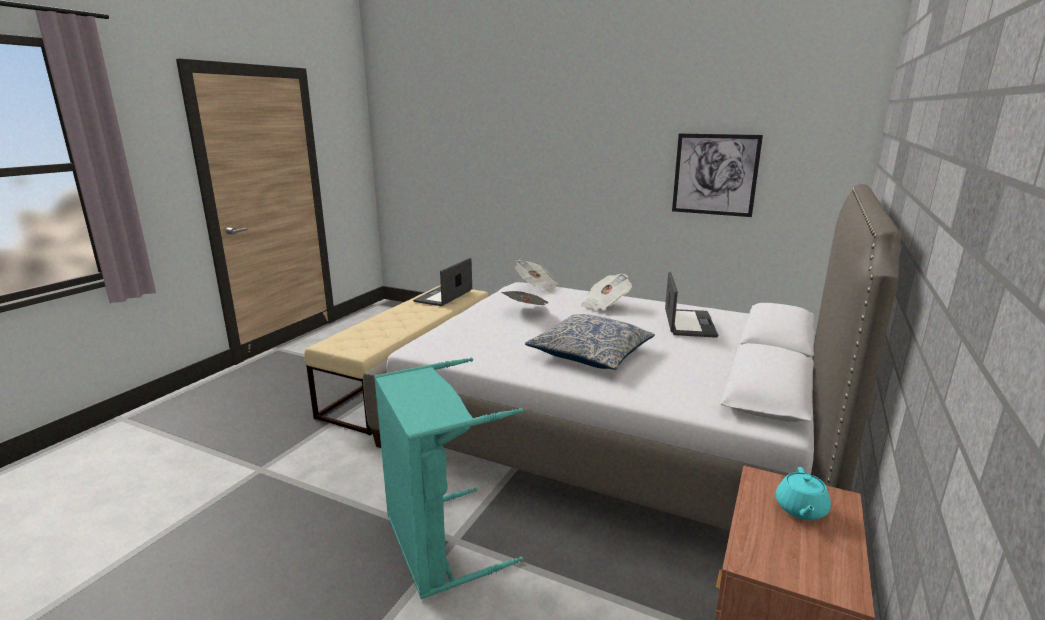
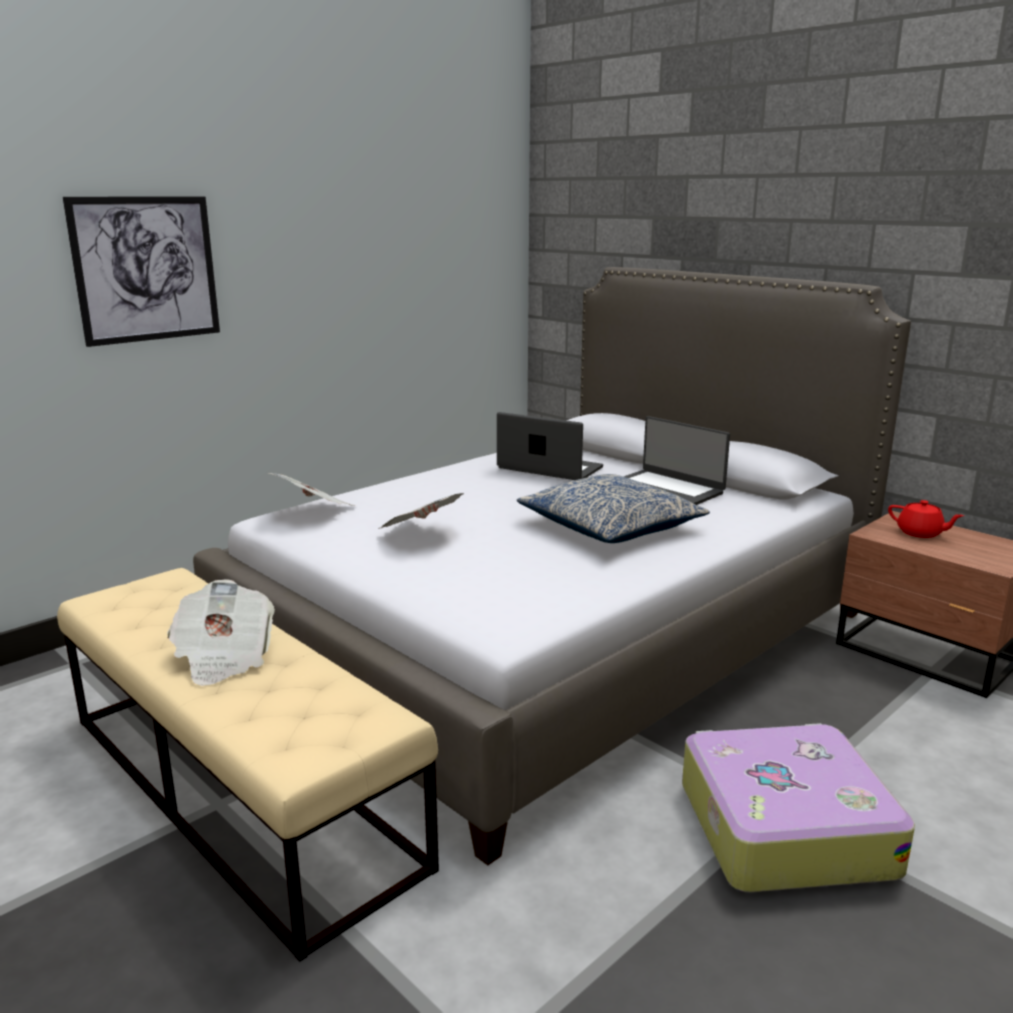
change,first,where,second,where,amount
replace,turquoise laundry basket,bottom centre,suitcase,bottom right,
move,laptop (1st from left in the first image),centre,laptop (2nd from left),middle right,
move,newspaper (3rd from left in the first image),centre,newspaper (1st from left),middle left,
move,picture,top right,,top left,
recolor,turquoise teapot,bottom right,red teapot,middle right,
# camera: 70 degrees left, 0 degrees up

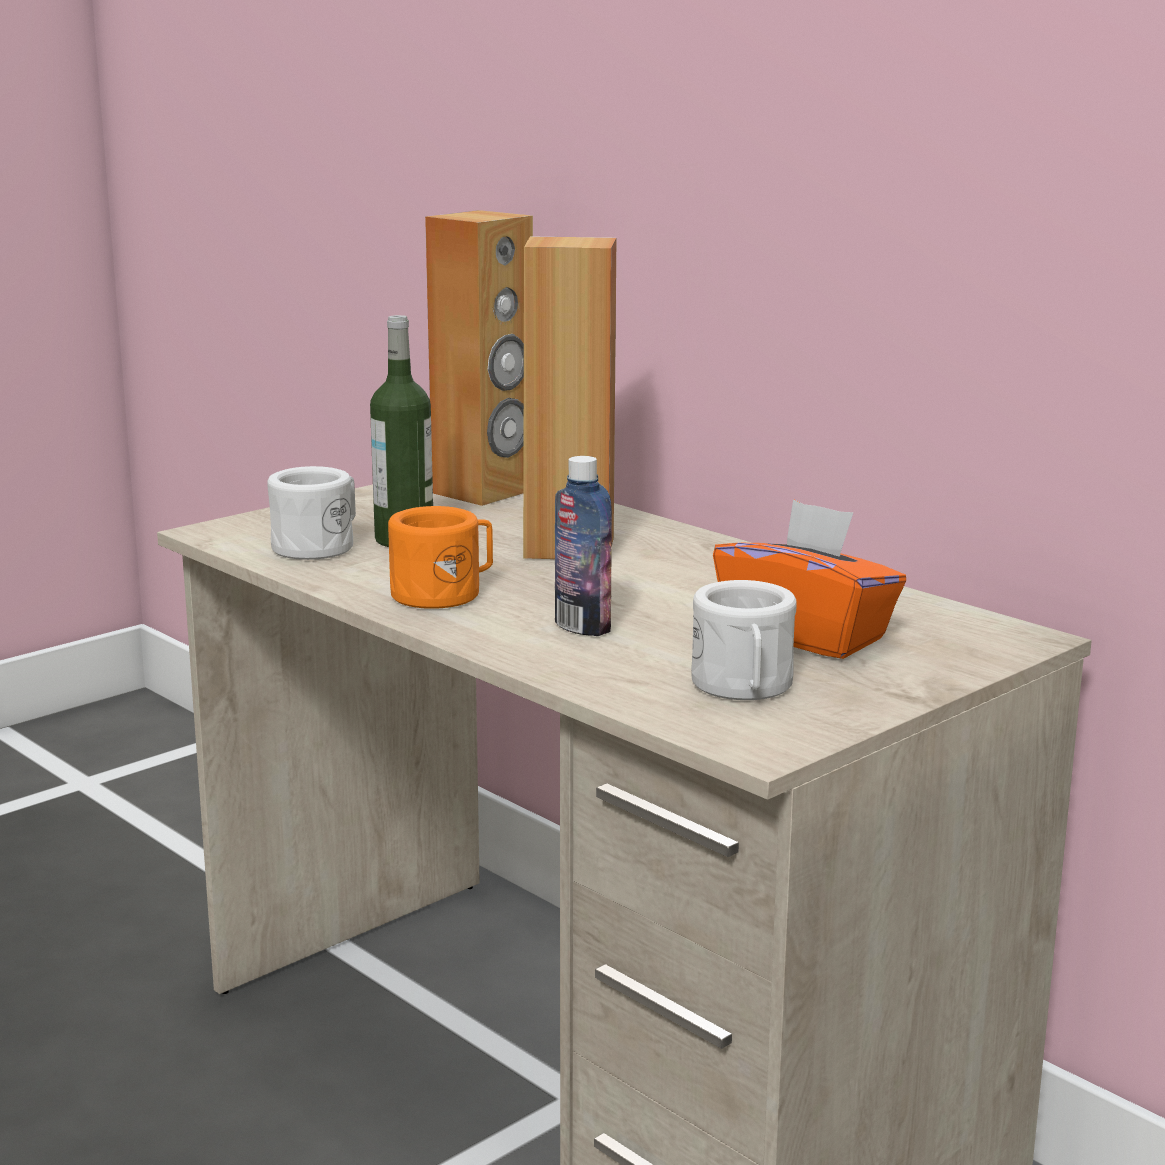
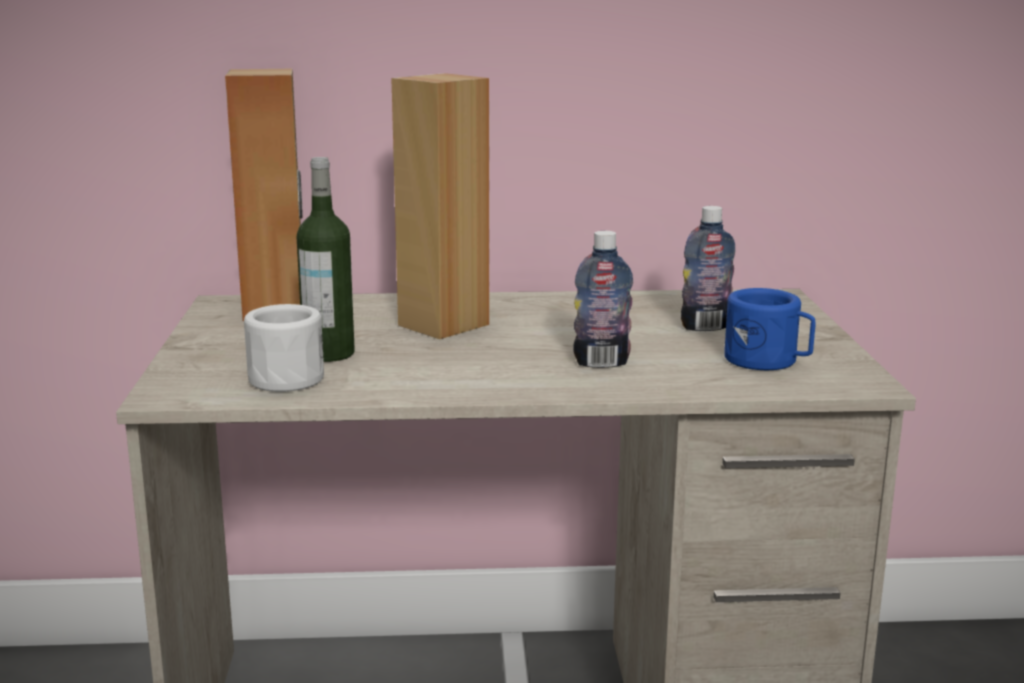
change,first,where,second,where,amount
delete,orange mug,centre,,,
recolor,white mug (2nd from left),centre,blue mug,middle right,
replace,orange tissue box,middle right,bottle (3rd from left),middle right,
# camera: 50 degrees left, 0 degrees up

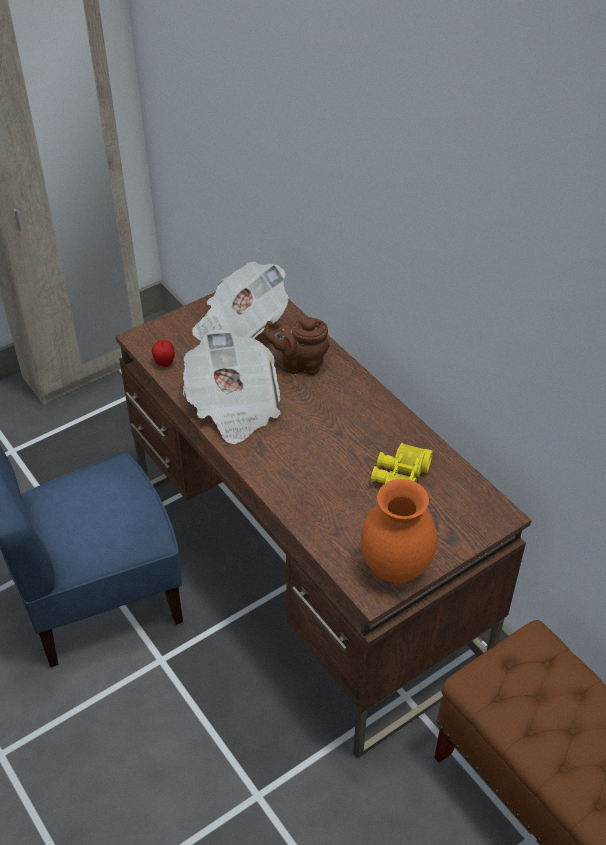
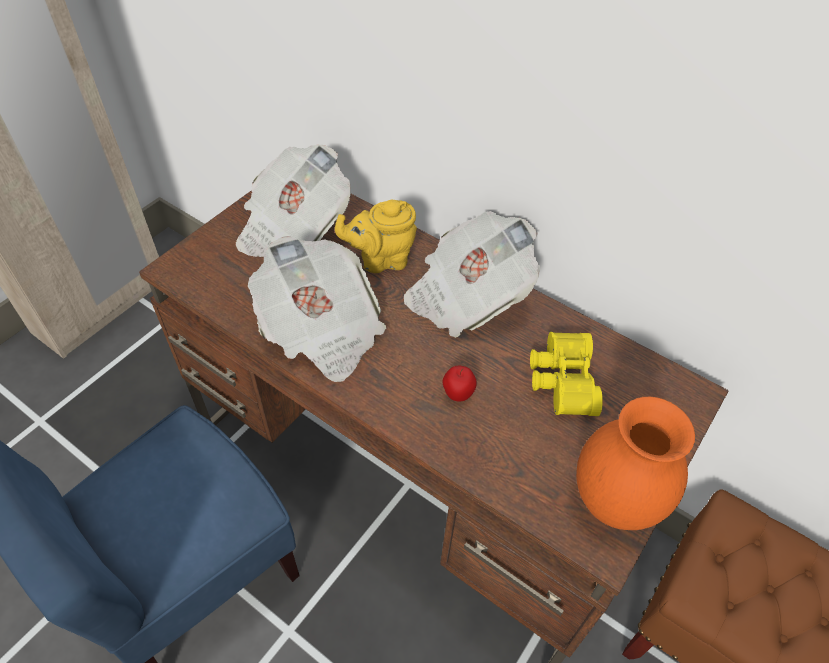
change,first,where,second,where,amount
move,apple,middle left,,centre,
recolor,brown teapot,centre,yellow teapot,centre,
insert,,,newspaper (3rd from left),centre,
# camera: 20 degrees left, 5 degrees up

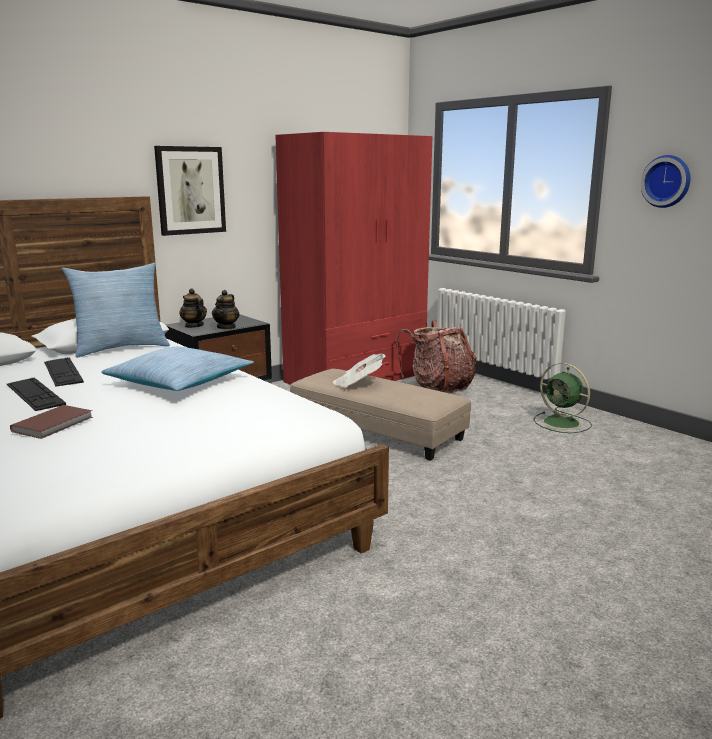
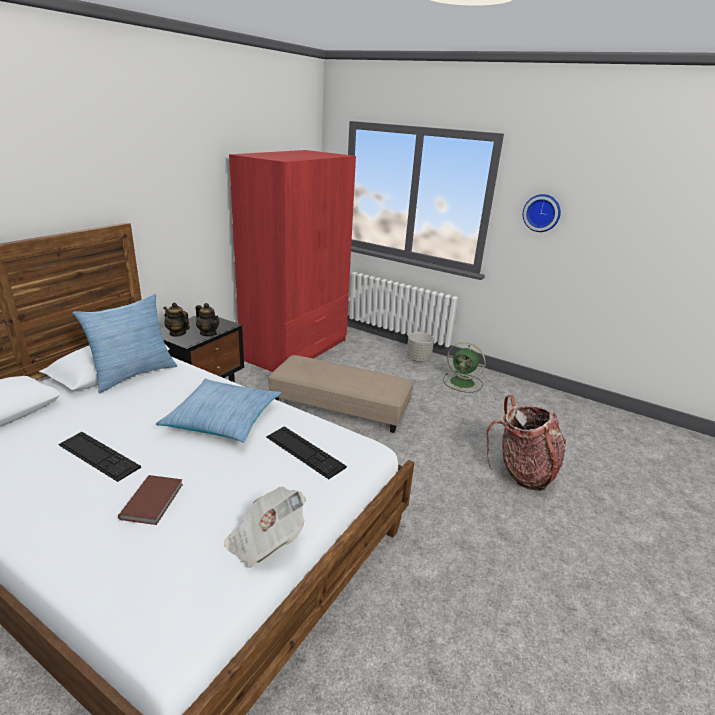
change,first,where,second,where,amount
move,keyboard (2nd from left),middle left,,centre,
delete,picture,top left,,,
rotate,teapot (2nd from left),middle left,,middle left,45 degrees counterclockwise
move,newspaper,centre,,bottom centre,
move,backpack,centre,,middle right,
insert,,,grey planter,centre,
# camera: 20 degrees left, 10 degrees up

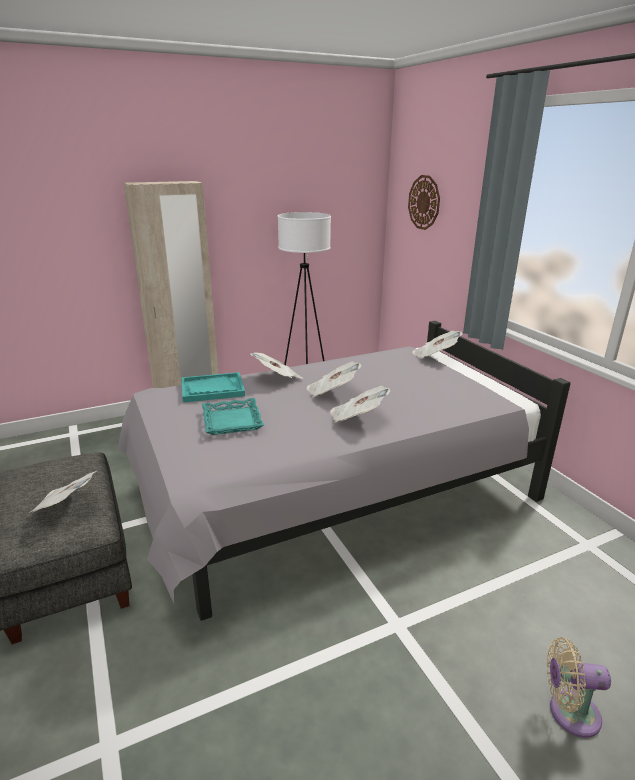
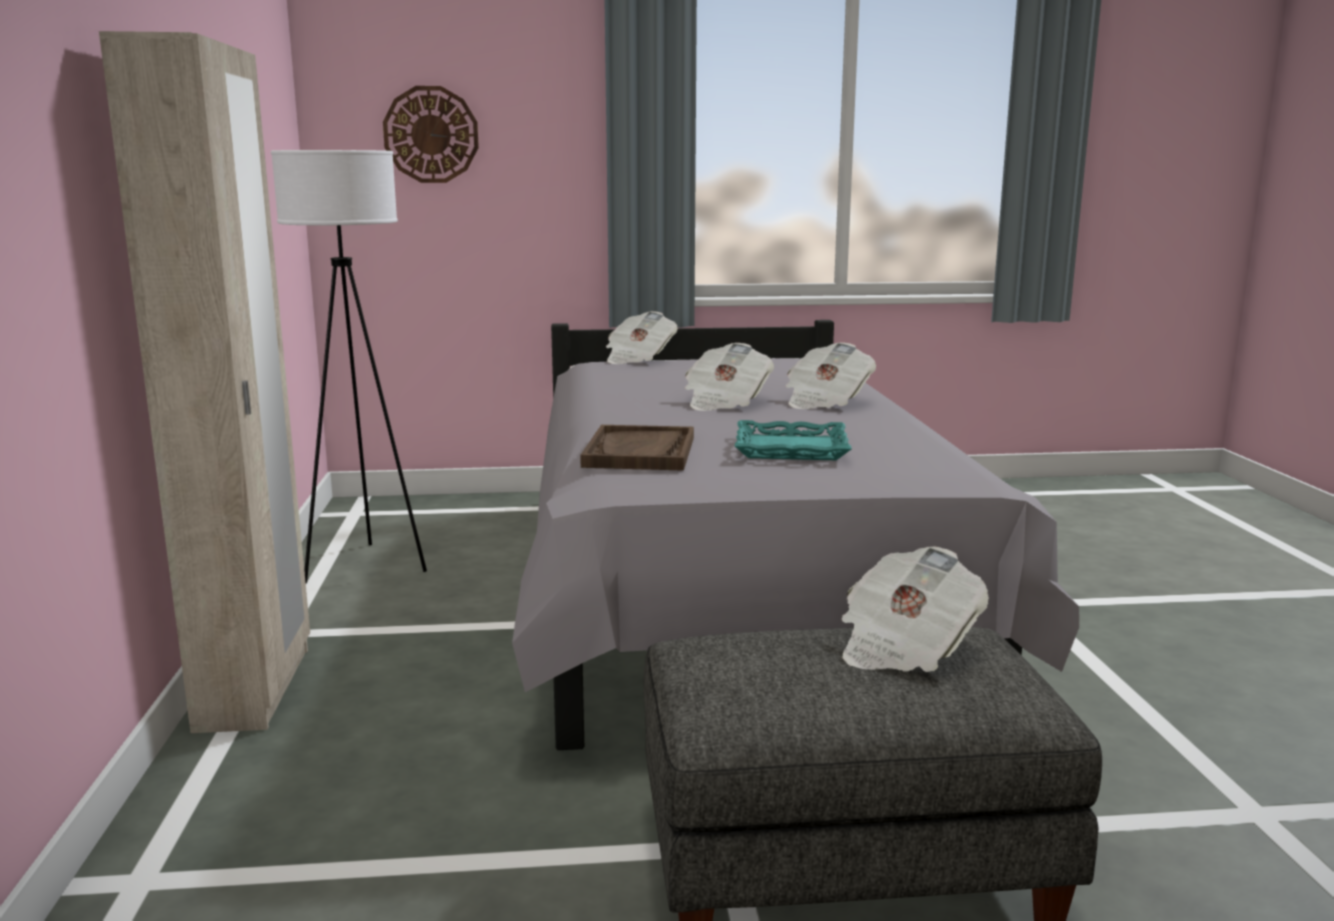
change,first,where,second,where,amount
recolor,turquoise tray (1st from left),centre,brown tray,centre,
delete,newspaper (2nd from left),centre,,,
delete,beige fan,bottom right,,,
# camera: 70 degrees left, 10 degrees down

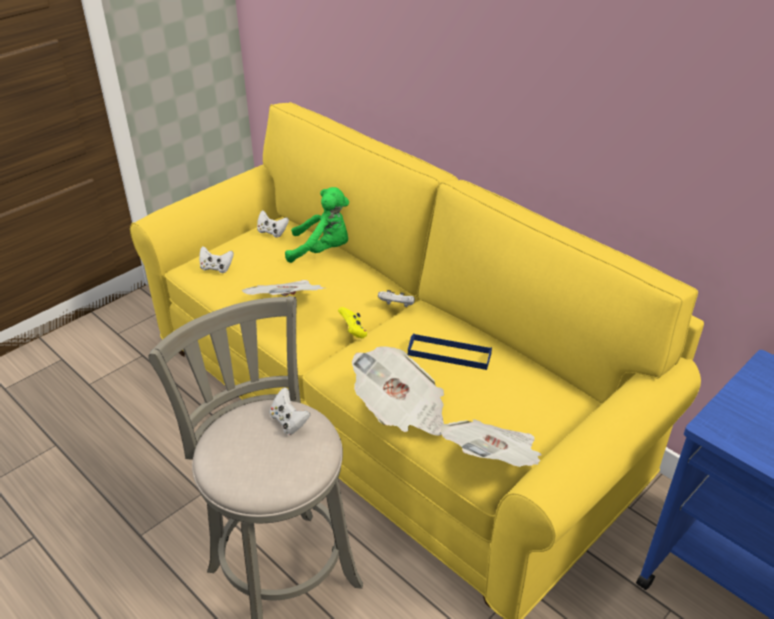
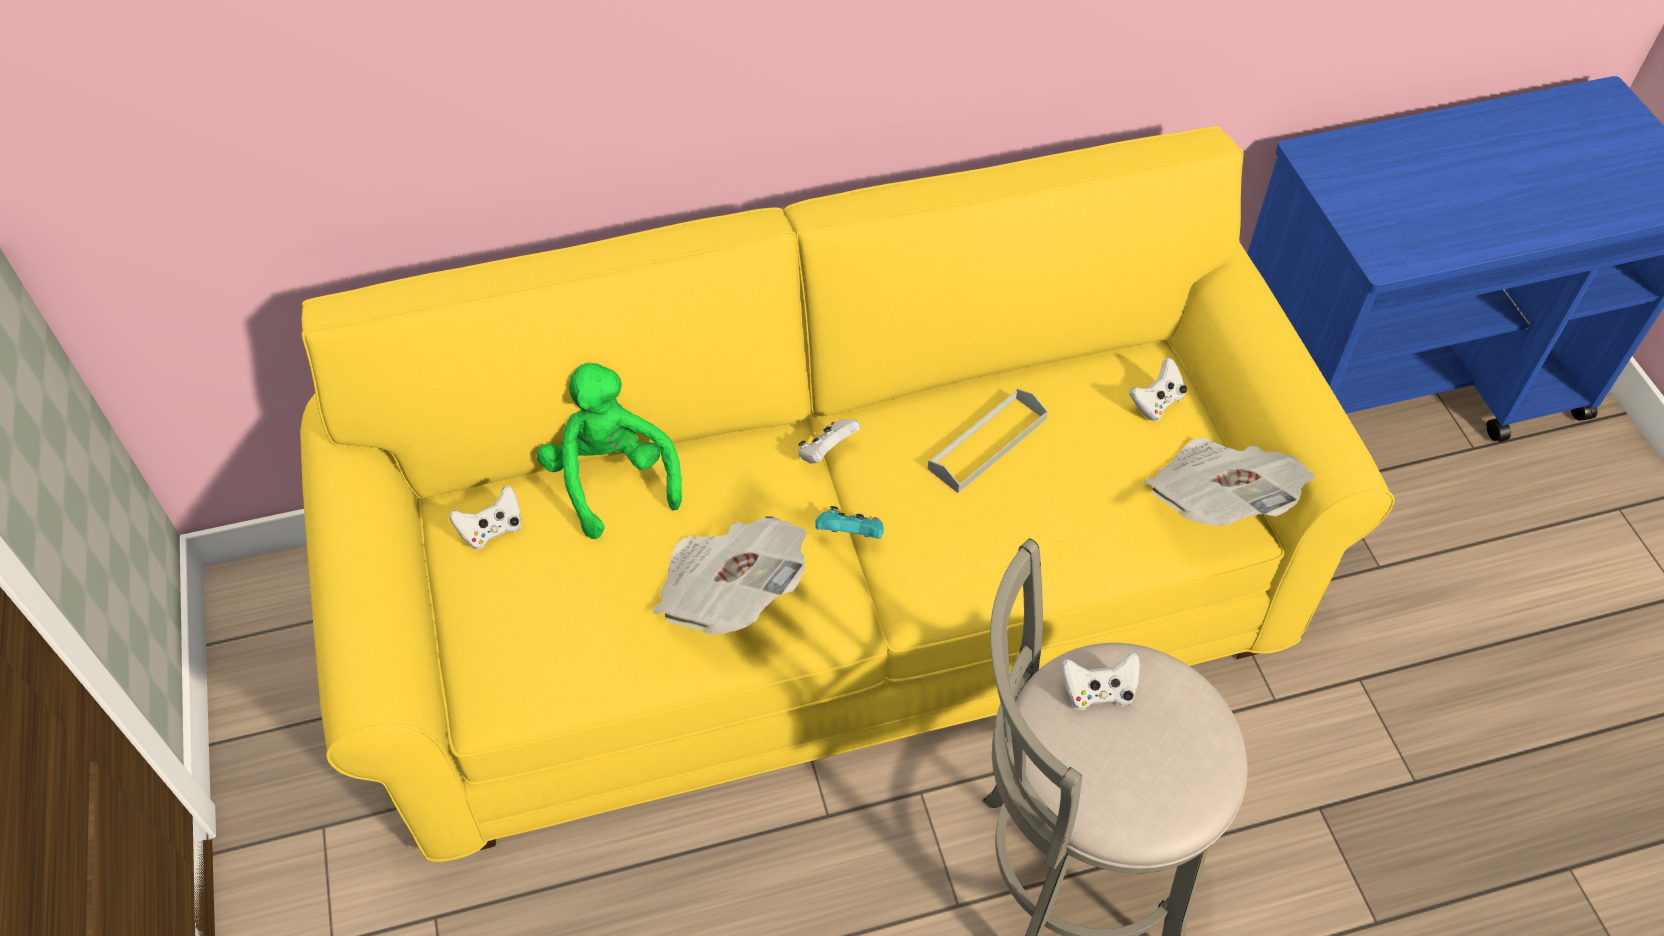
change,first,where,second,where,amount
move,white game controller (1st from left in the first image),middle left,white game controller (4th from left),middle right,
rotate,green plush toy,centre,,centre,60 degrees counterclockwise
recolor,yellow game controller,centre,turquoise game controller,centre,
delete,newspaper (2nd from left),centre,,,
recolor,blue tray,centre,grey tray,centre,
# camera: 60 degrees left, 15 degrees up

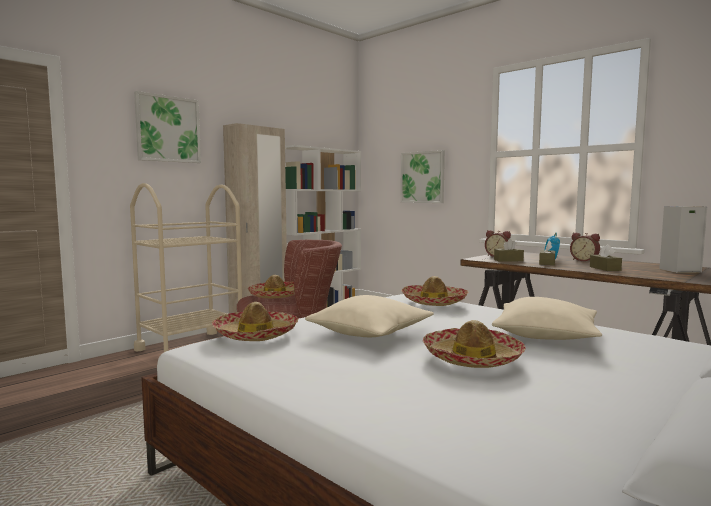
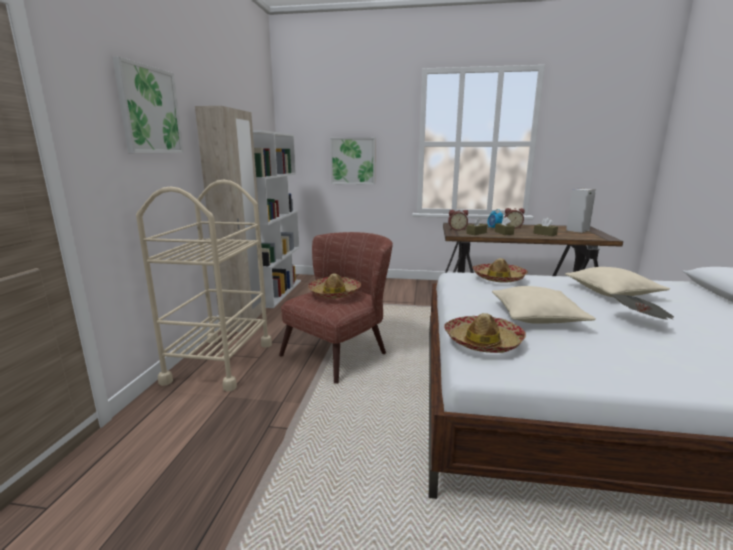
change,first,where,second,where,amount
replace,hat (4th from left),bottom right,newspaper,middle right,
# camera: 35 degrees left, 10 degrees up

